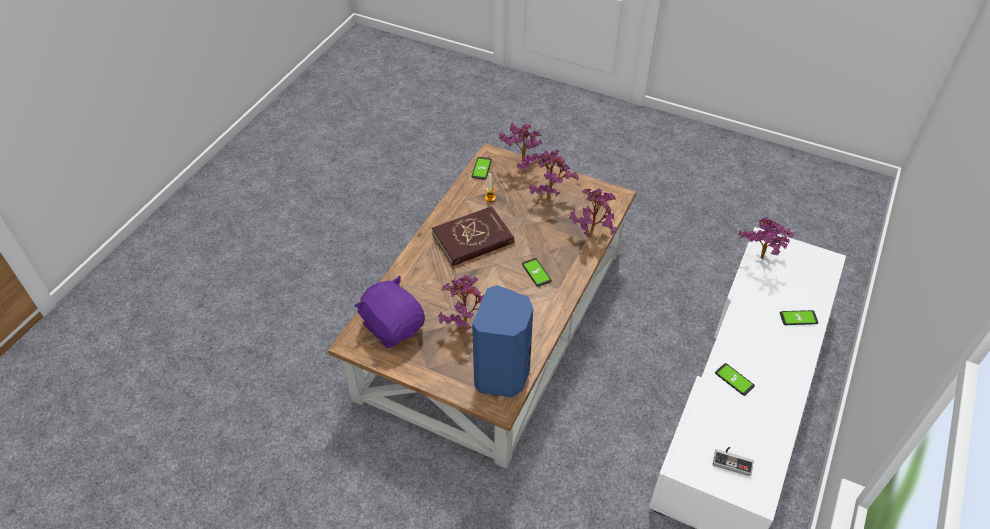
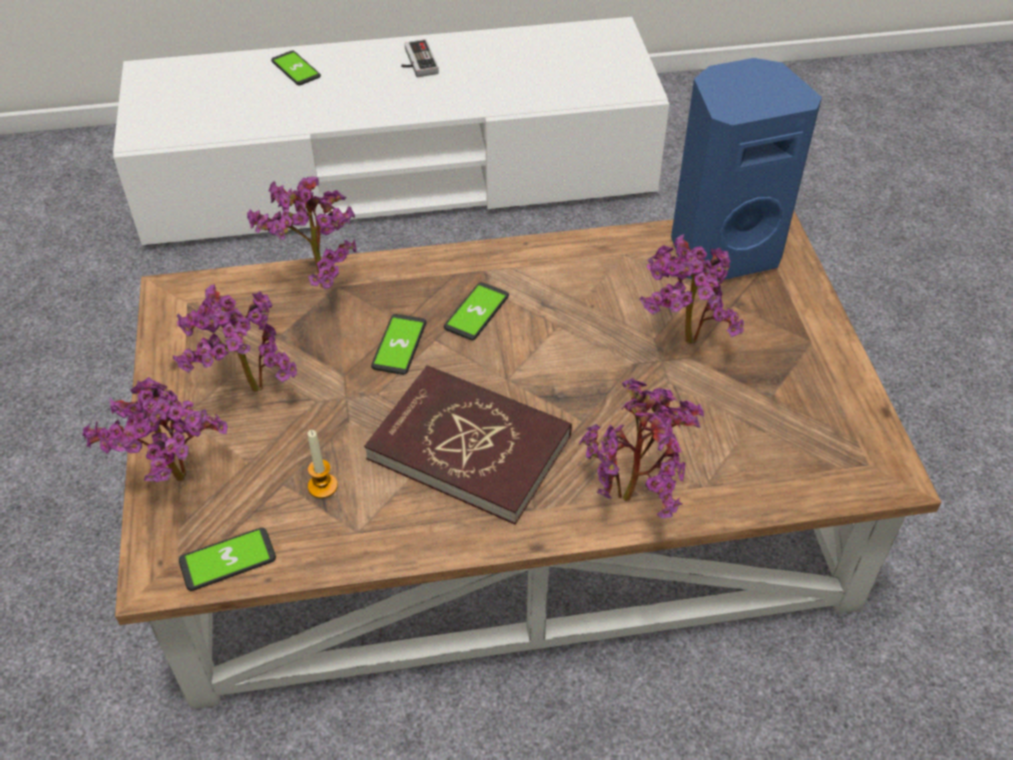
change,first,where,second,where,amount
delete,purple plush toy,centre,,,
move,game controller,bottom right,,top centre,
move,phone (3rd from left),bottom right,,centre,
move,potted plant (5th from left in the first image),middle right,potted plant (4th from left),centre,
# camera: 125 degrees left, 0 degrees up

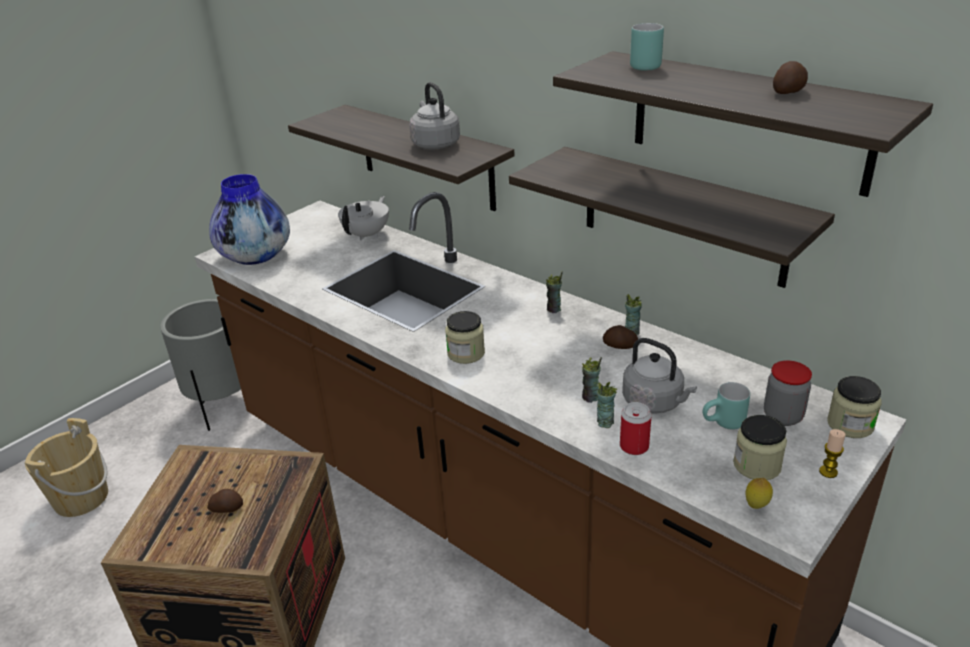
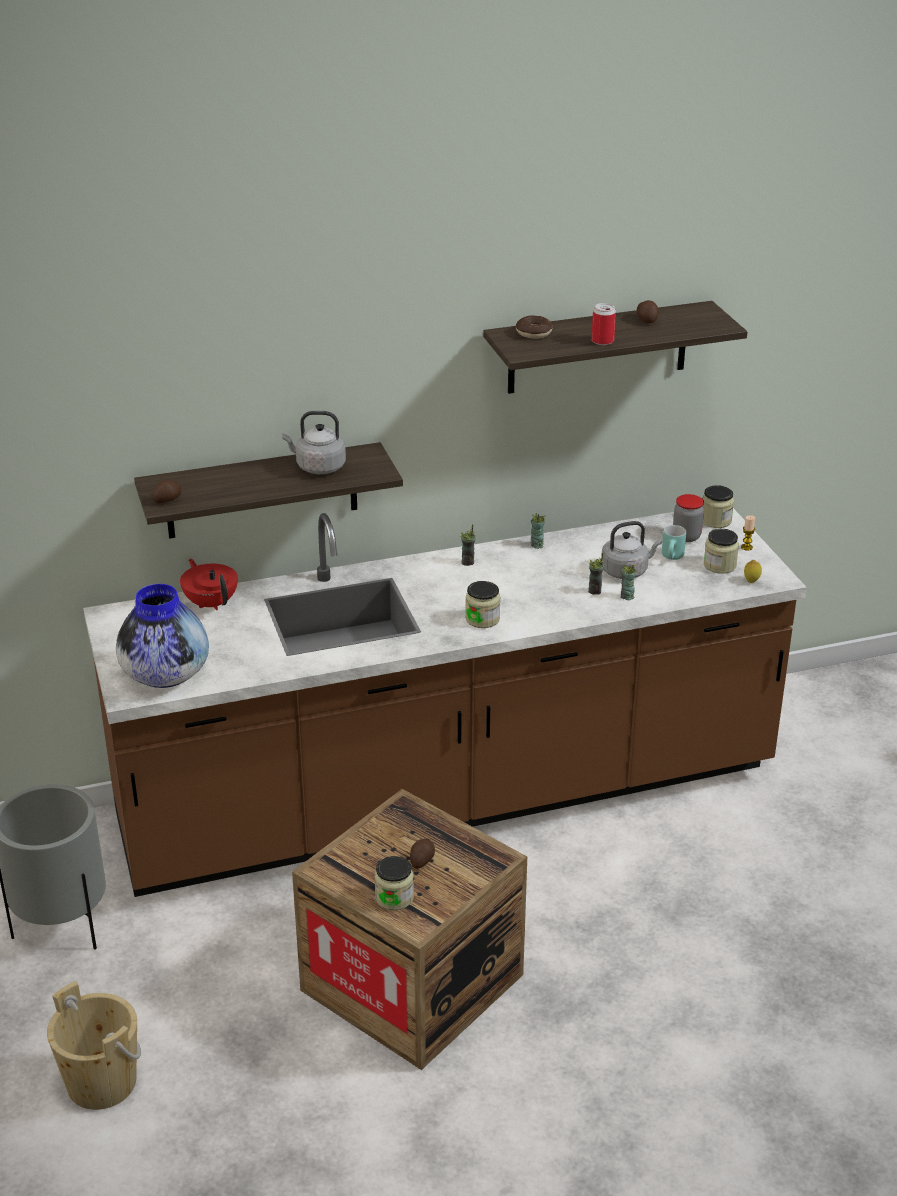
change,first,where,second,where,amount
recolor,white teapot,centre,red teapot,middle left,
delete,shelf (2nd from left),middle right,,,
move,potato (2nd from left in the first image),centre,potato (1st from left),middle left,
move,can,centre,,top right,
replace,turquoise mug (1st from left),top right,donut,top centre,
insert,,,jar (1st from left),bottom centre,
# camera: 60 degrees left, 0 degrees up

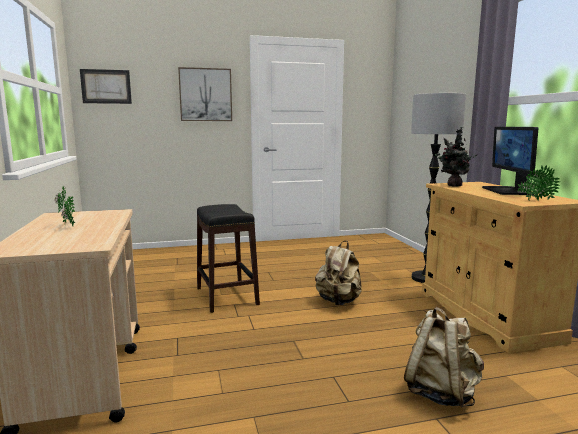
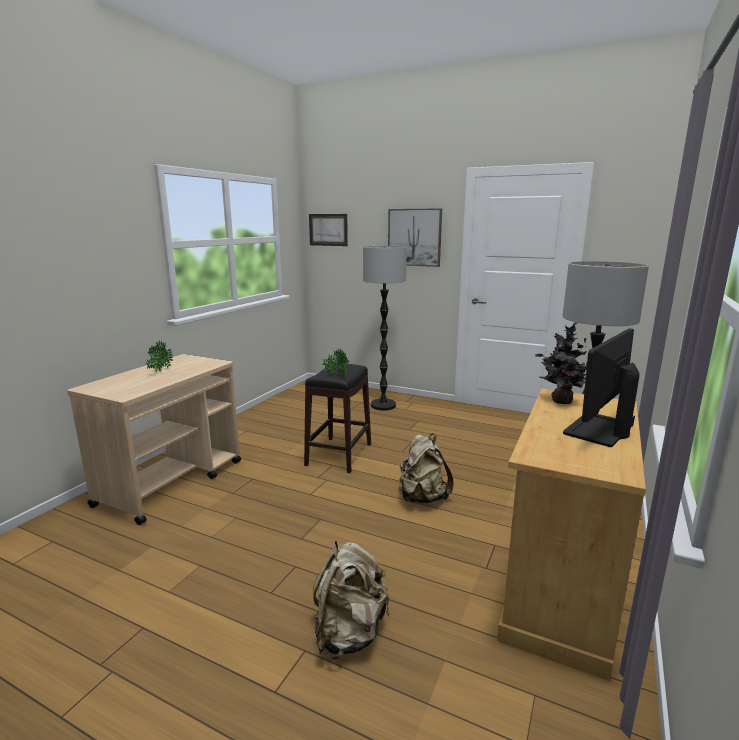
change,first,where,second,where,amount
move,potted plant (3rd from left in the first image),middle right,potted plant (2nd from left),centre,
insert,,,floor lamp (1st from left),centre,
# camera: 40 degrees right, 5 degrees up

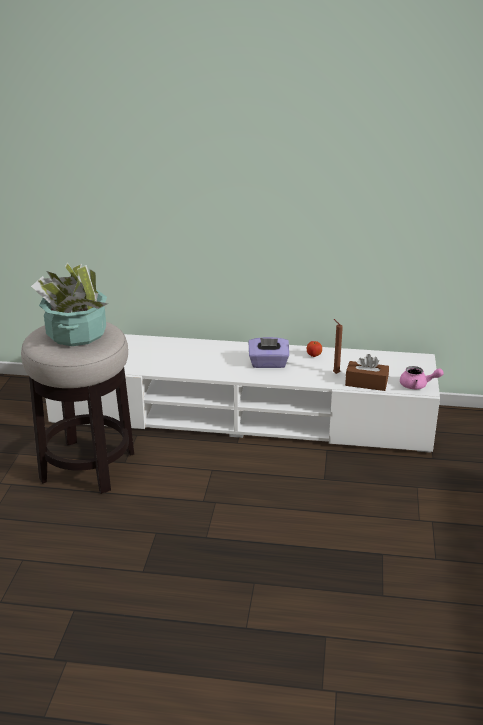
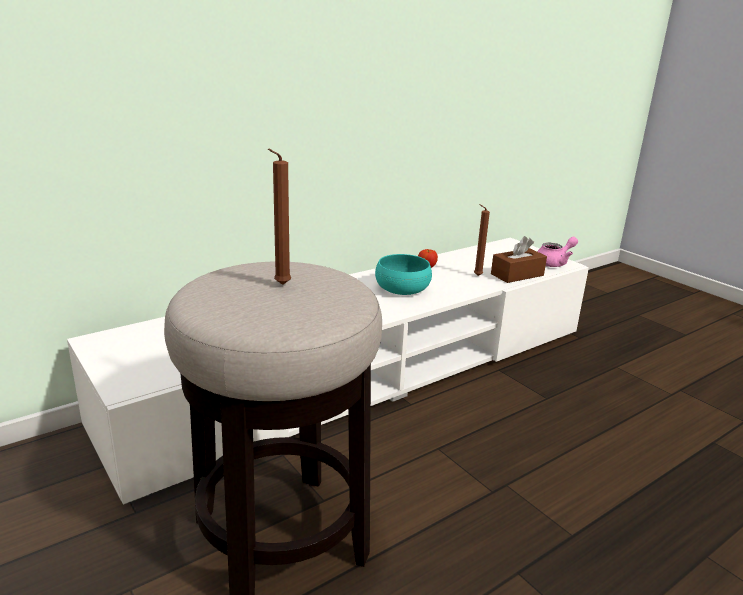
change,first,where,second,where,amount
replace,potted plant,middle left,brown candle (1st from left),centre,
replace,purple tissue box,centre,turquoise bowl,centre,
# camera: 45 degrees left, 5 degrees down

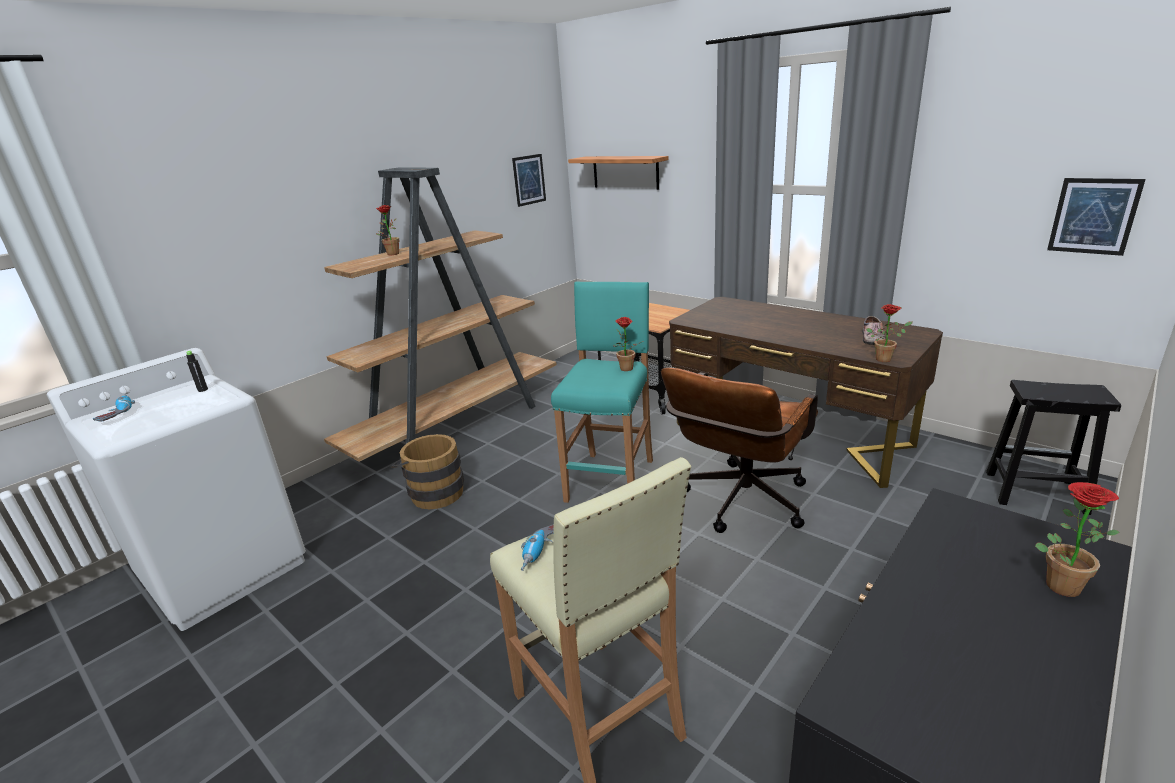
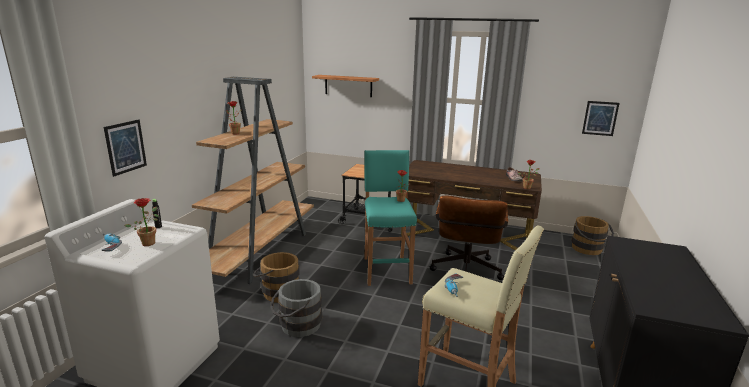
change,first,where,second,where,amount
move,picture (1st from left),top centre,,middle left,
replace,black stool,middle right,brown bucket (2nd from left),middle right,
move,potted plant (4th from left in the first image),bottom right,potted plant (1st from left),middle left,
insert,,,grey bucket,bottom centre,
# camera: 25 degrees left, 5 degrees down

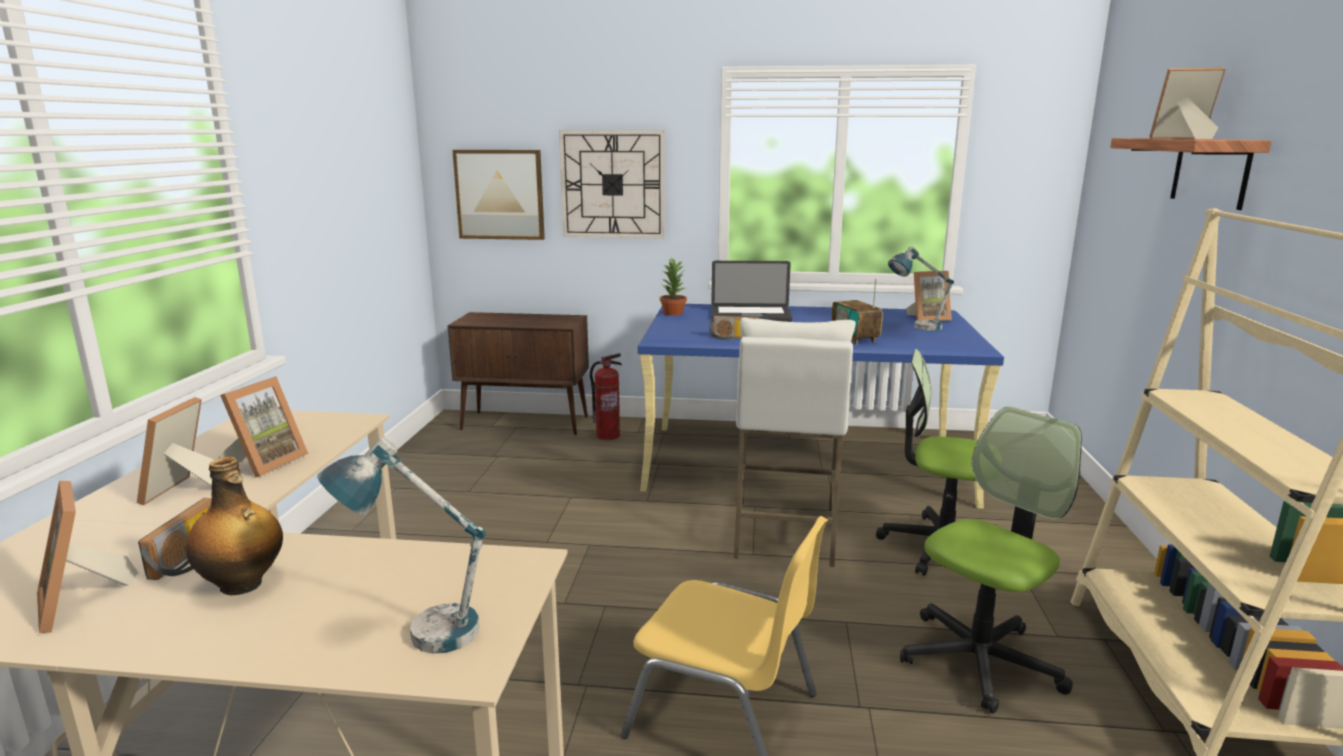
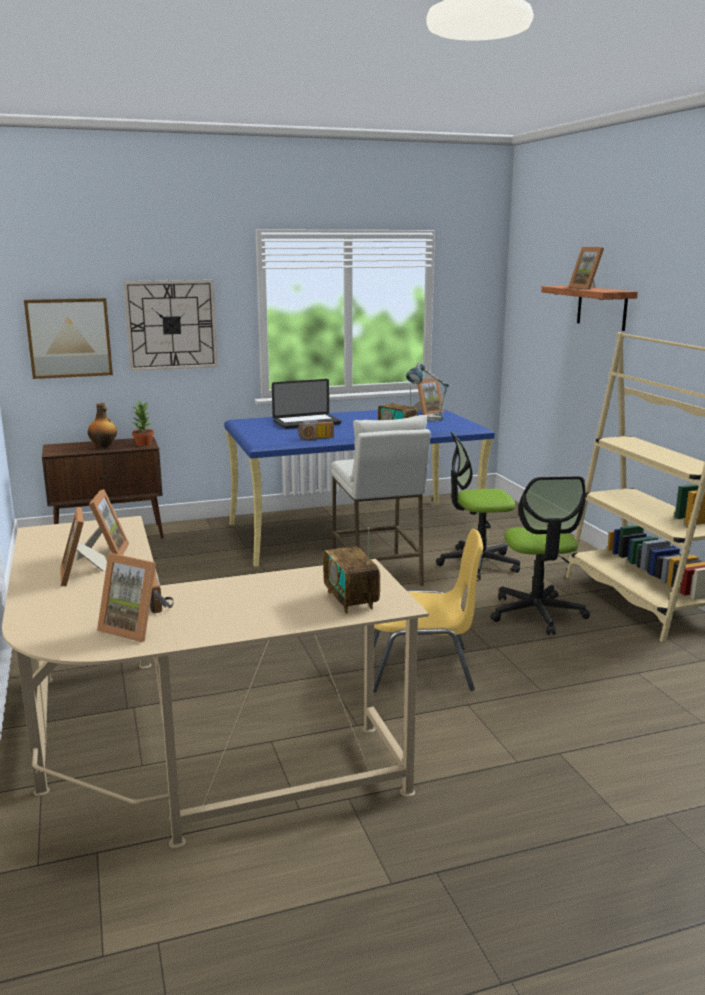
change,first,where,second,where,amount
move,bottle,bottom left,,middle left,
replace,table lamp (1st from left),bottom left,radio (3rd from left),centre,
delete,fire extinguisher,centre,,,
move,potted plant,centre,,middle left,
rotate,office chair (2nd from left),bottom right,,middle right,150 degrees clockwise
rotate,picture frame (5th from left),top right,,top right,105 degrees counterclockwise
# camera: 25 degrees left, 0 degrees up

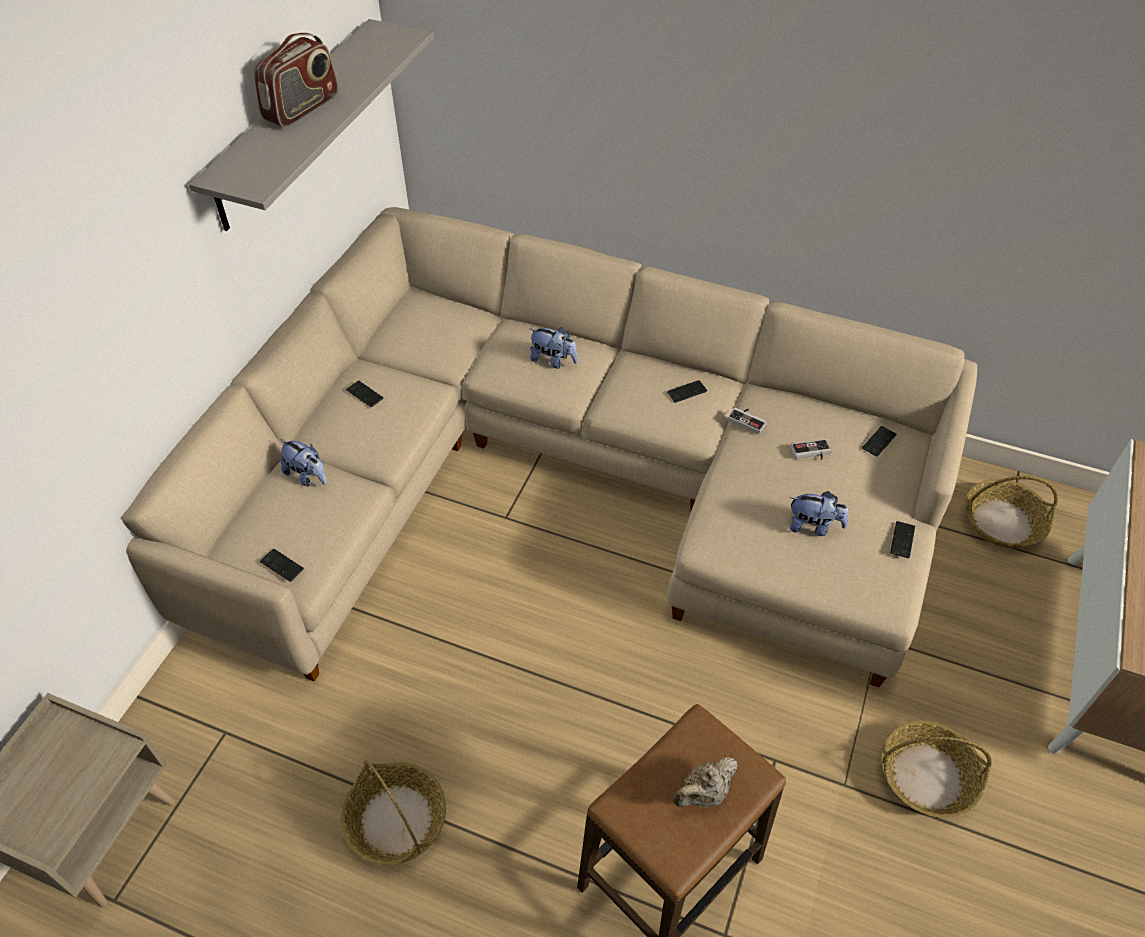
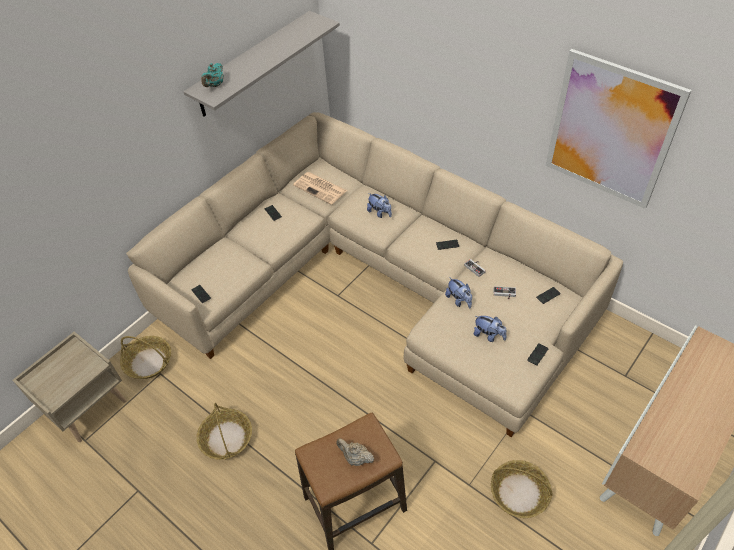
change,first,where,second,where,amount
delete,radio,top left,,,
move,plush toy (1st from left in the first image),middle left,plush toy (2nd from left),centre,
rotate,beige teapot,bottom centre,,bottom centre,45 degrees clockwise
move,basket (3rd from left in the first image),middle right,basket (1st from left),middle left,
insert,,,turquoise teapot,top left,
insert,,,newspaper,centre,
insert,,,picture,top right,
# camera: 20 degrees right, 0 degrees up

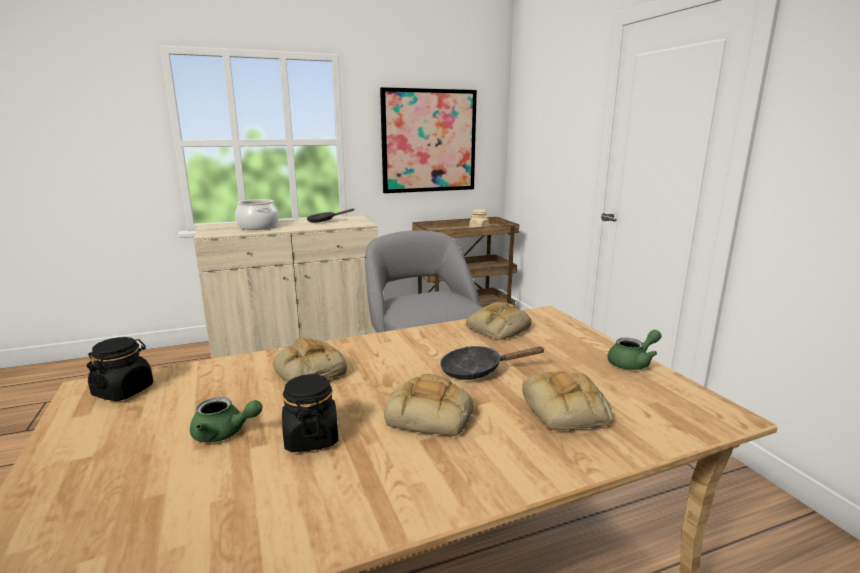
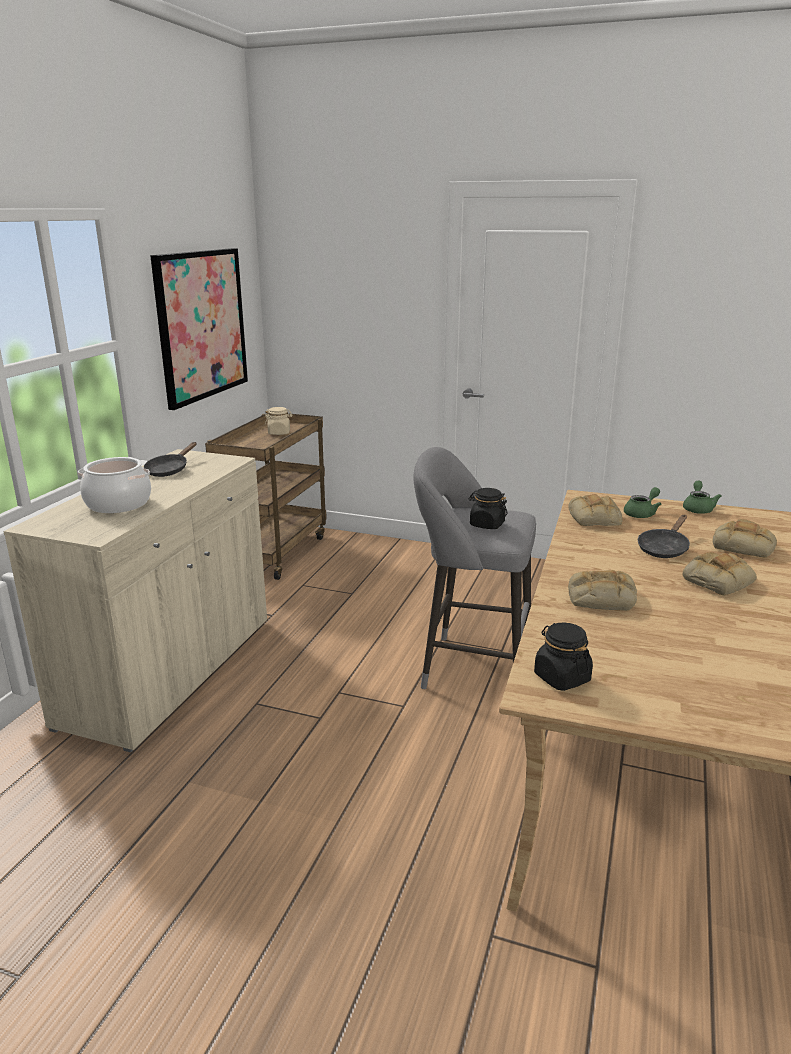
change,first,where,second,where,amount
move,green teapot (1st from left),bottom left,,middle right,
move,black jar (2nd from left in the first image),bottom centre,black jar (1st from left),centre,
# camera: 50 degrees left, 5 degrees up

